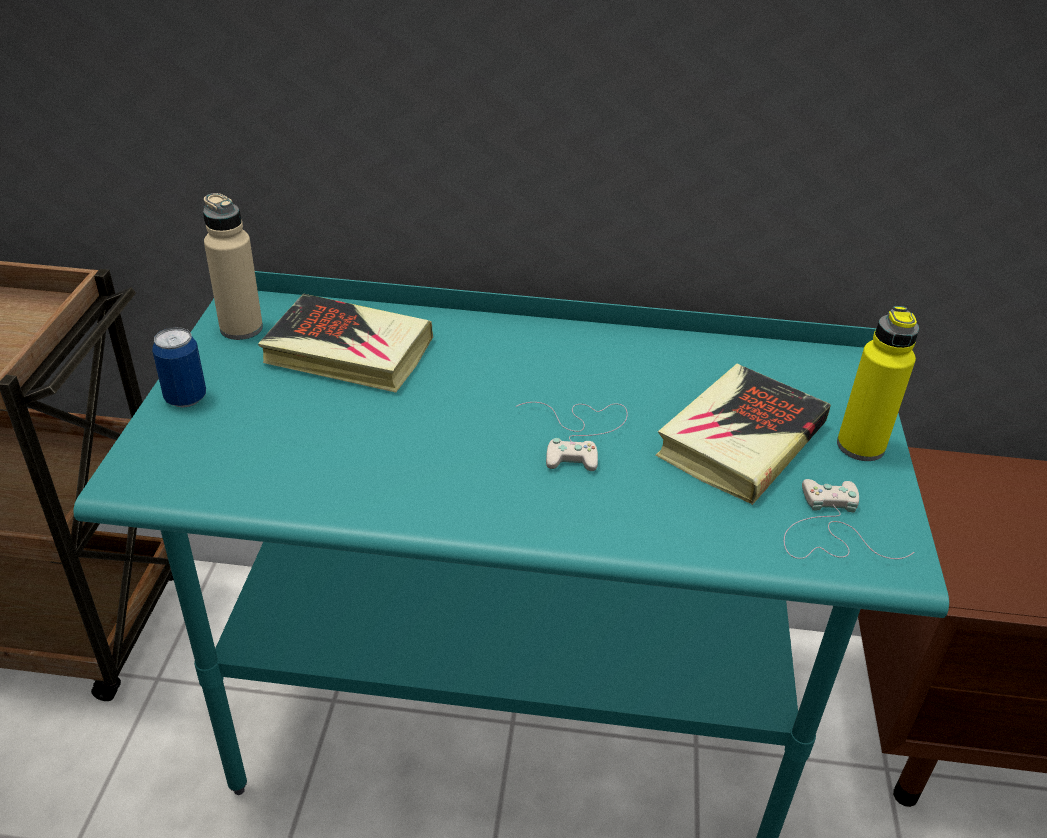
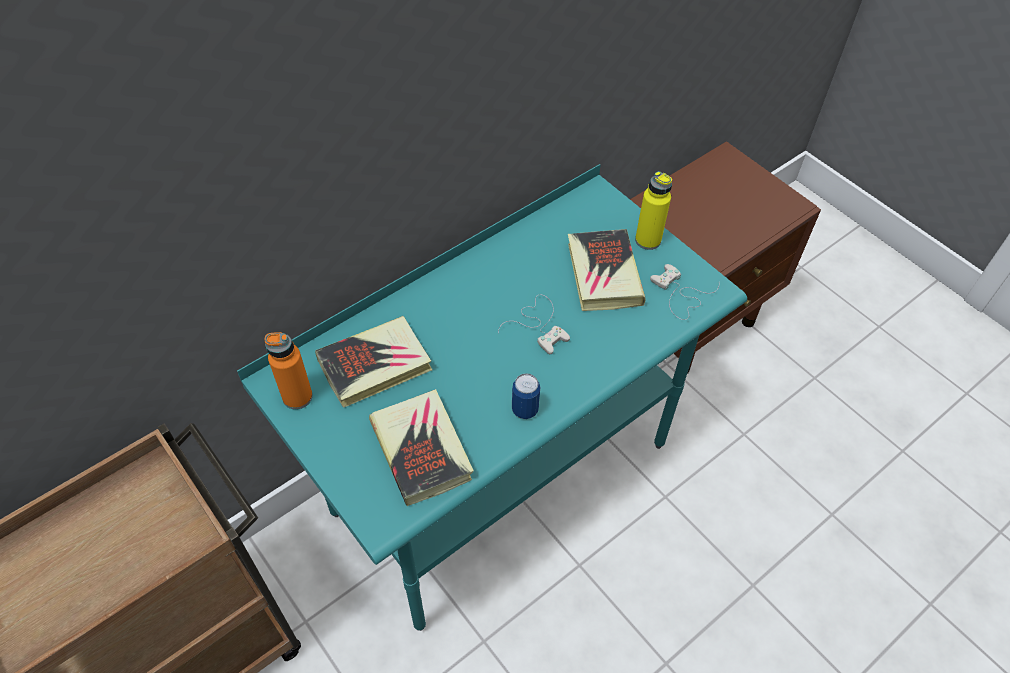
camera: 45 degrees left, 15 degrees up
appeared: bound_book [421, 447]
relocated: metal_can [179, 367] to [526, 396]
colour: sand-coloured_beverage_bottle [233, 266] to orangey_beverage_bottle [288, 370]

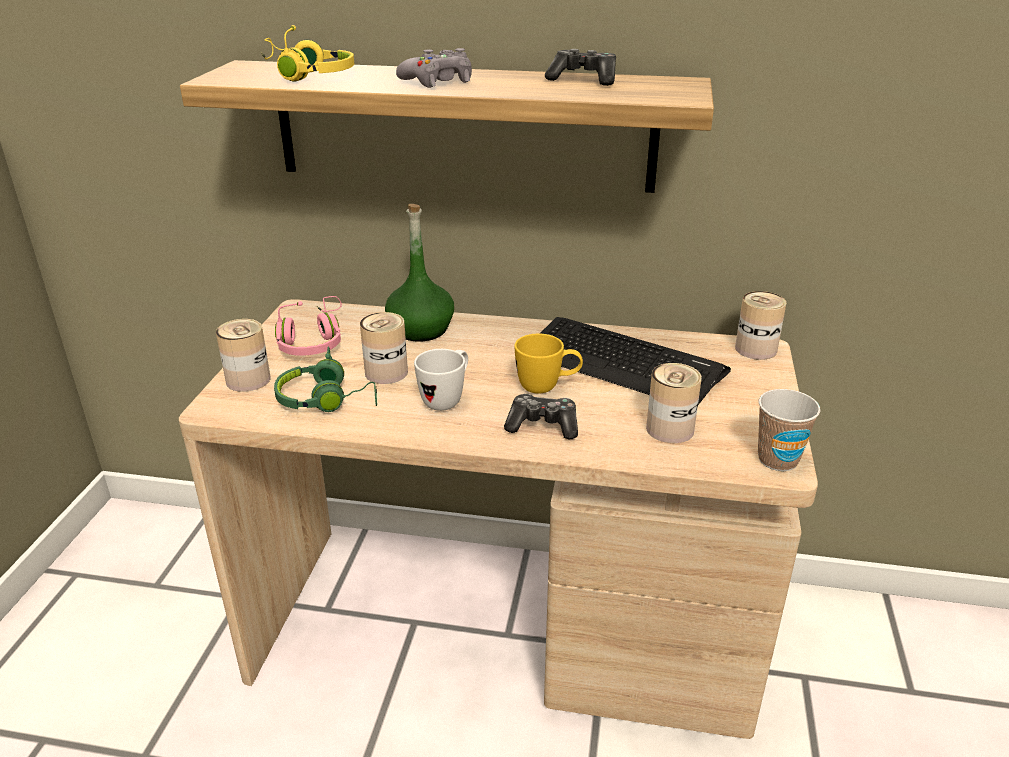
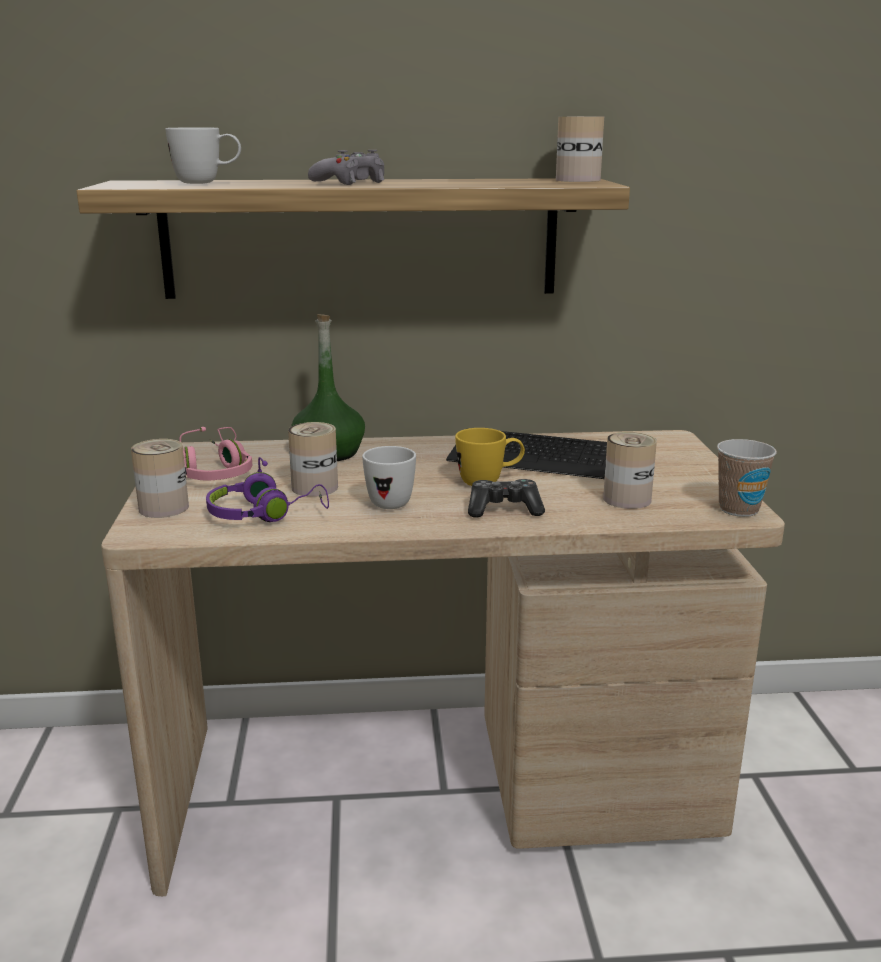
camera: 15 degrees left, 10 degrees down
missing: game_controller [580, 67]
relocated: metal_can [760, 325] to [580, 149]
exchanged: yellow_pair_of_headphones [307, 53] to whitish_mug [203, 155]
colour: greenish_pair_of_headphones [325, 379] to purple_pair_of_headphones [267, 489]

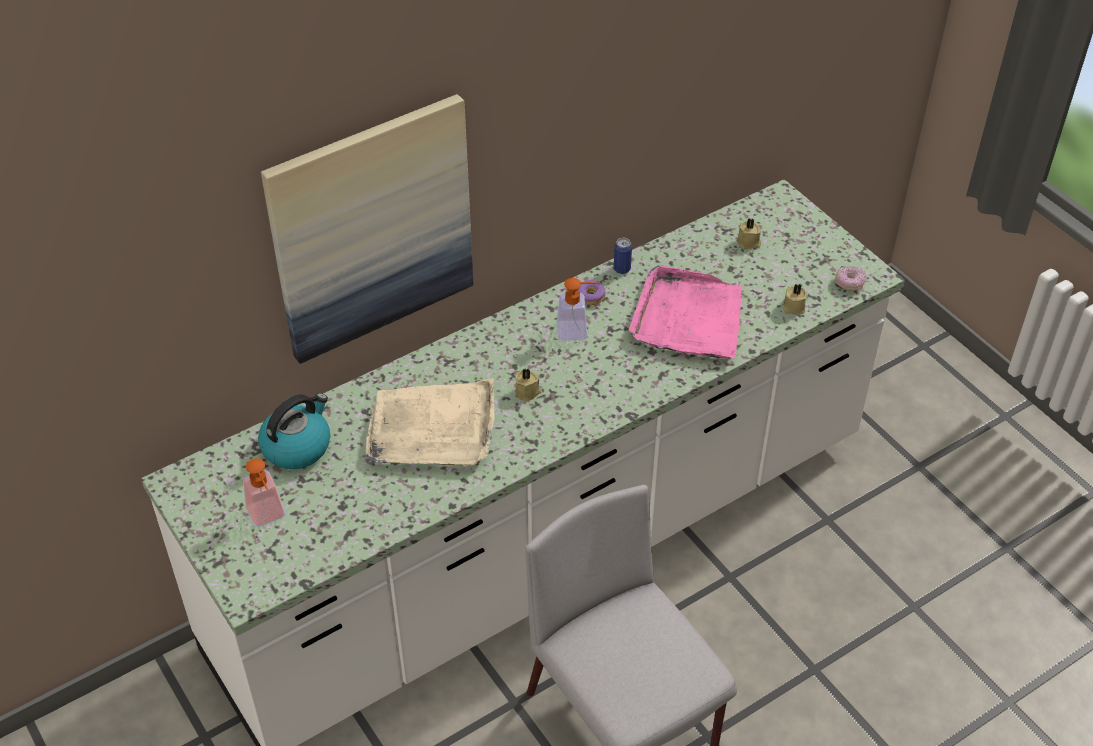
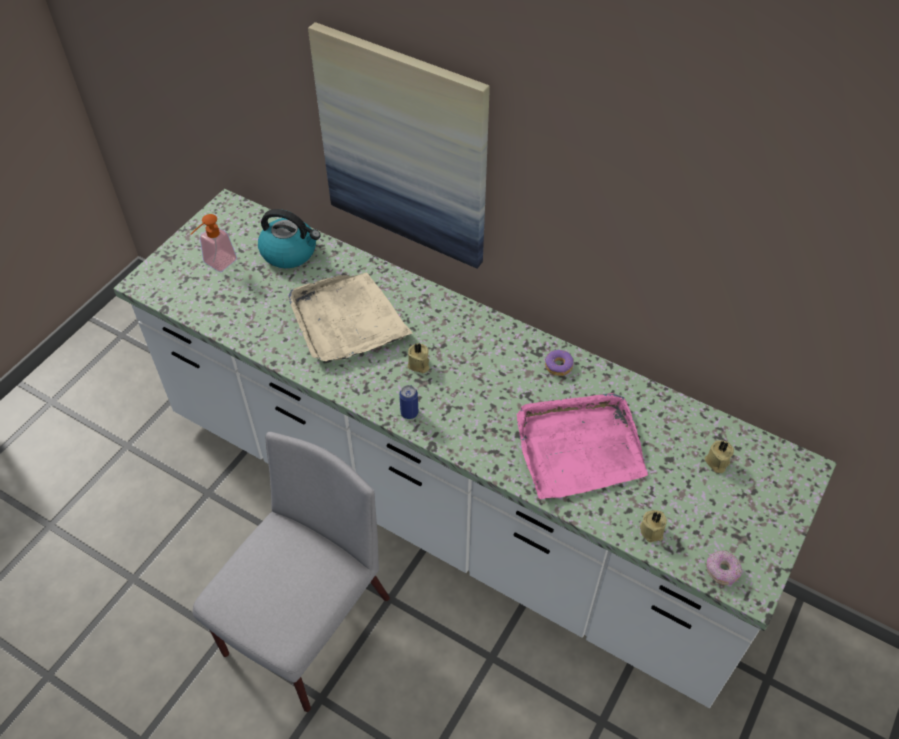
camera: 65 degrees right, 5 degrees up
missing: soap_dispenser [579, 309]
relocated: metal_can [623, 256] to [408, 402]

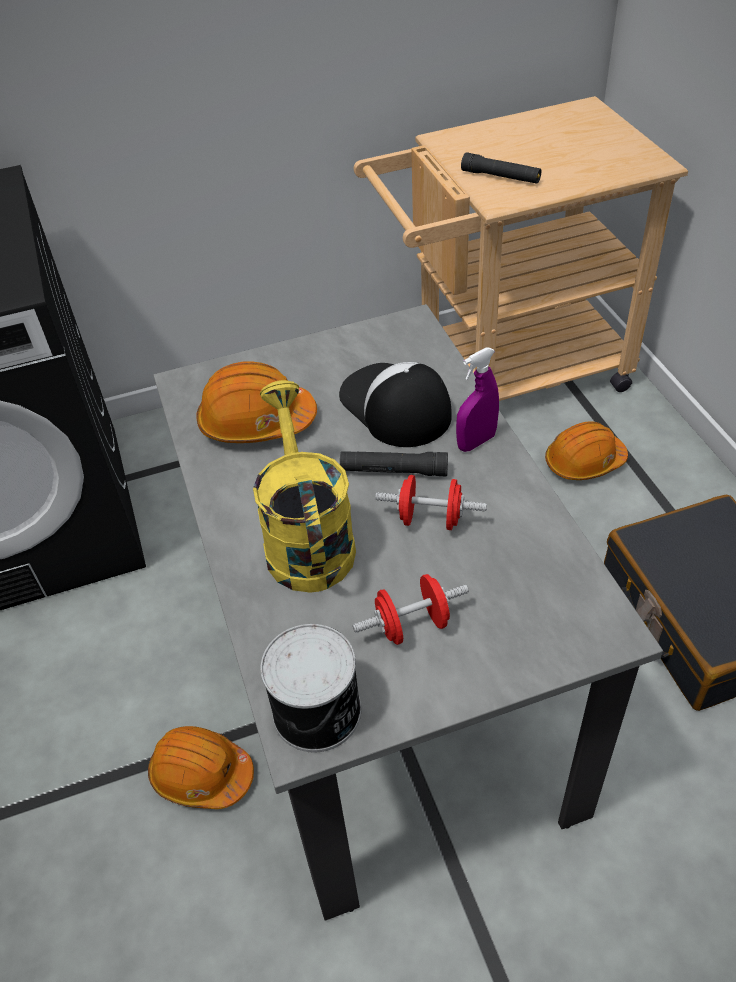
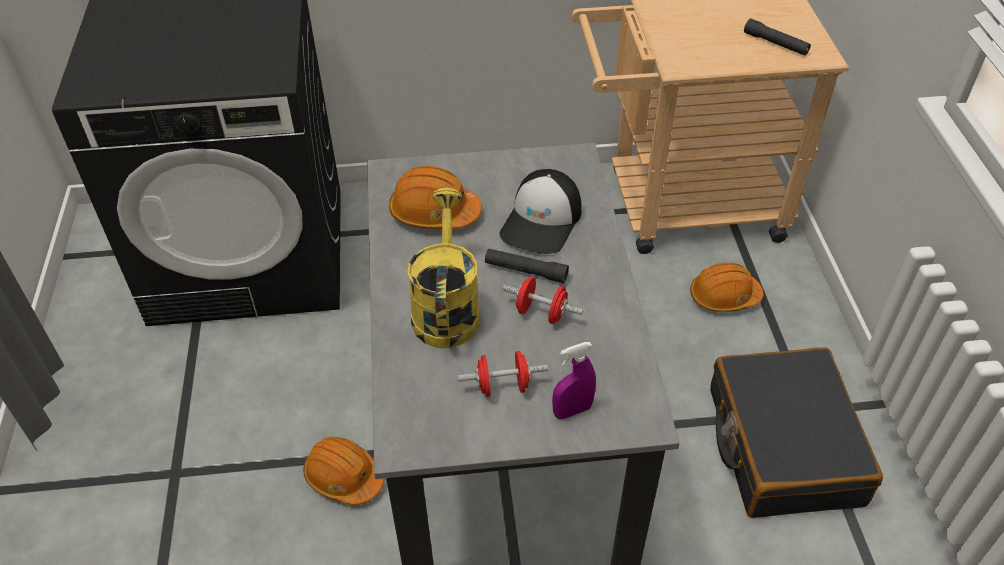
camera: 10 degrees right, 0 degrees up
missing: metal_can [310, 688]
relocated: blackish_torch [501, 168] to [777, 36]; purple_spray_bottle [477, 399] to [574, 380]
spun: cap [395, 404] = [541, 211] 135 degrees counterclockwise

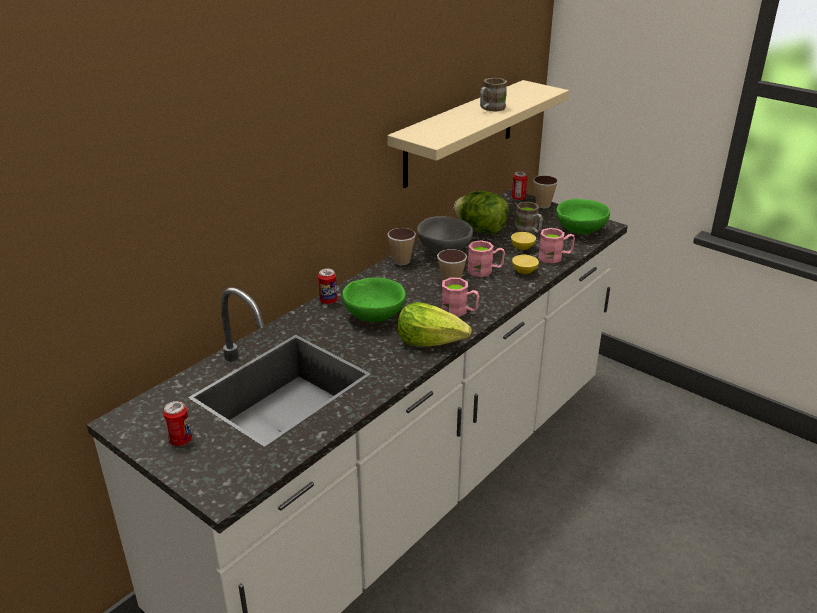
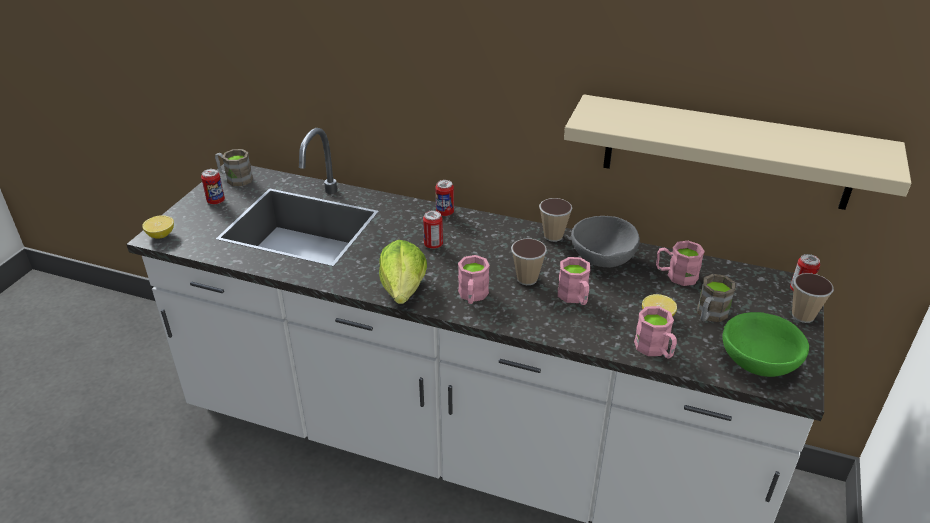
camera: 70 degrees right, 5 degrees up
relocated: brownish_mug [493, 95] to [234, 167]; whole_lemon [525, 264] to [158, 227]
exchanged: head_of_lettuce [481, 212] to pink_mug [680, 263]; greenish_bowl [374, 299] to metal_can [433, 229]

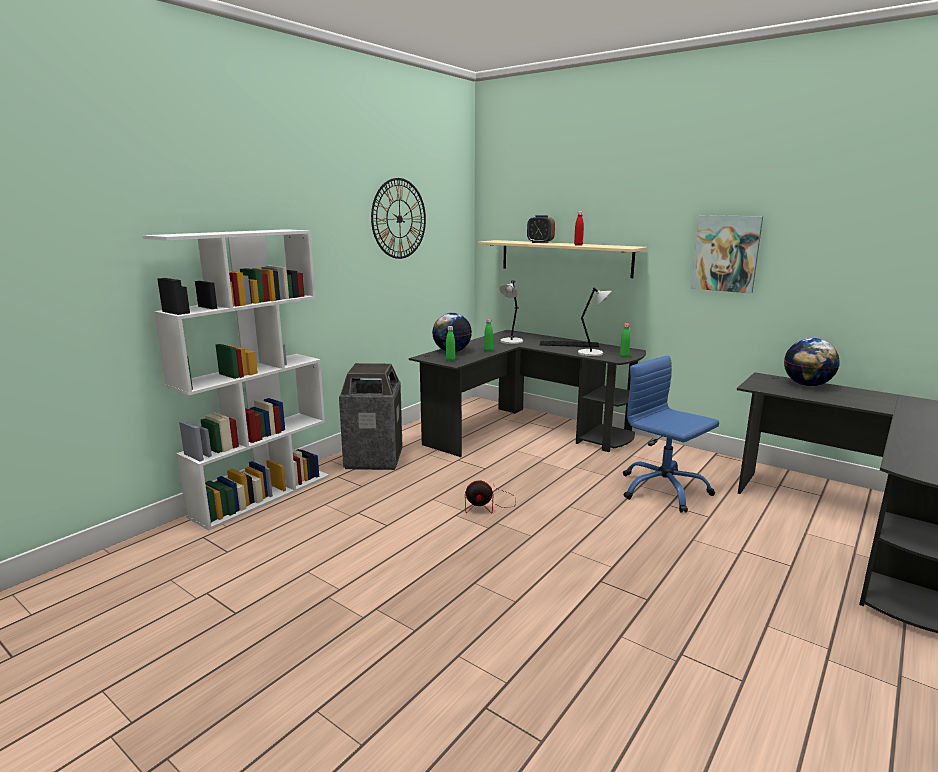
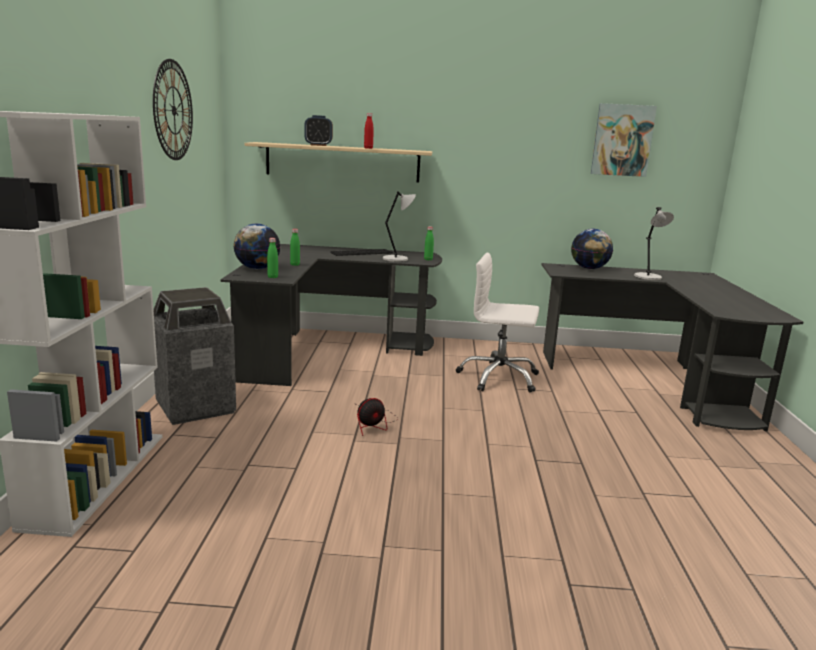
camera: 35 degrees left, 0 degrees up
relocated: wall_art [727, 254] to [624, 140]; greyish_tabletop_lamp [511, 312] to [654, 243]
colour: blue_desk_chair [671, 434] to whitish_desk_chair [497, 323]

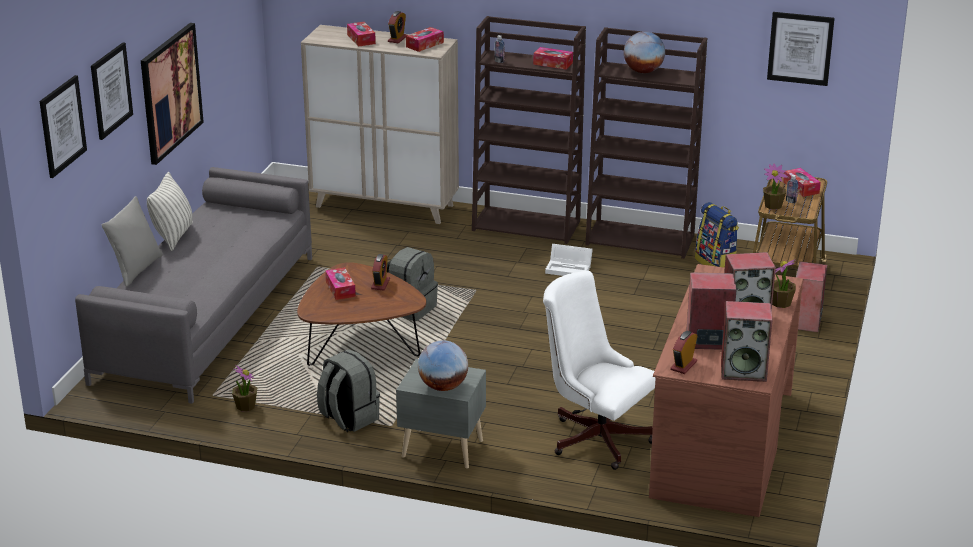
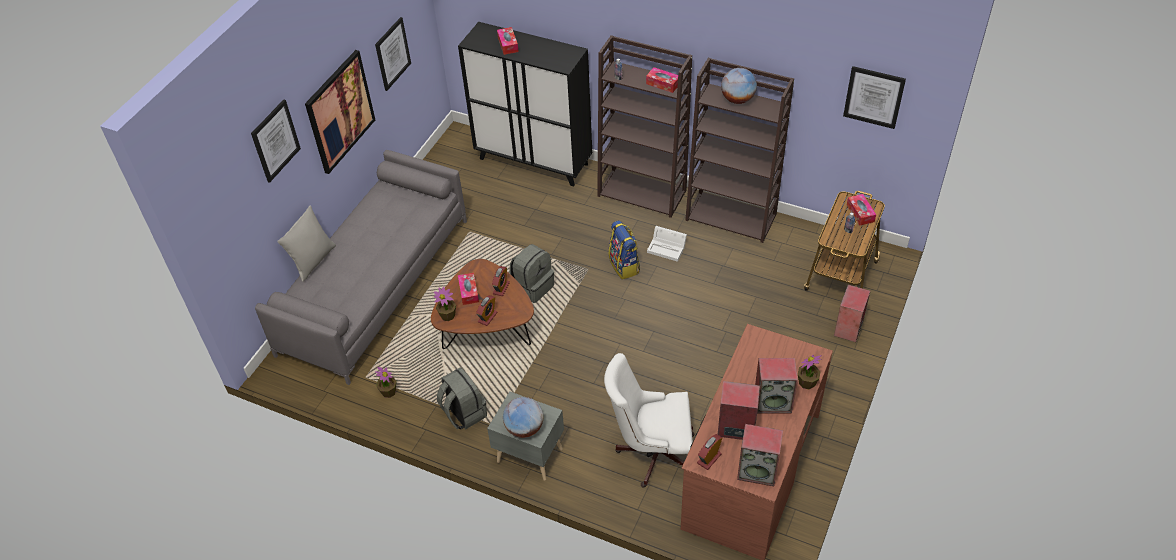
camera: 10 degrees right, 20 degrees up
missing: box_of_tissues [425, 39]; pillow [170, 211]
relocated: alarm_clock [397, 27] to [487, 310]; wall_art [63, 126] to [393, 54]; houseplant [775, 186] to [445, 304]; backpack [717, 235] to [624, 250]
colour: sand-coloured_storage_cabinet [380, 124] to blackish_storage_cabinet [525, 104]
spun: whitish_desk_chair [599, 370] = [649, 420] 45 degrees counterclockwise

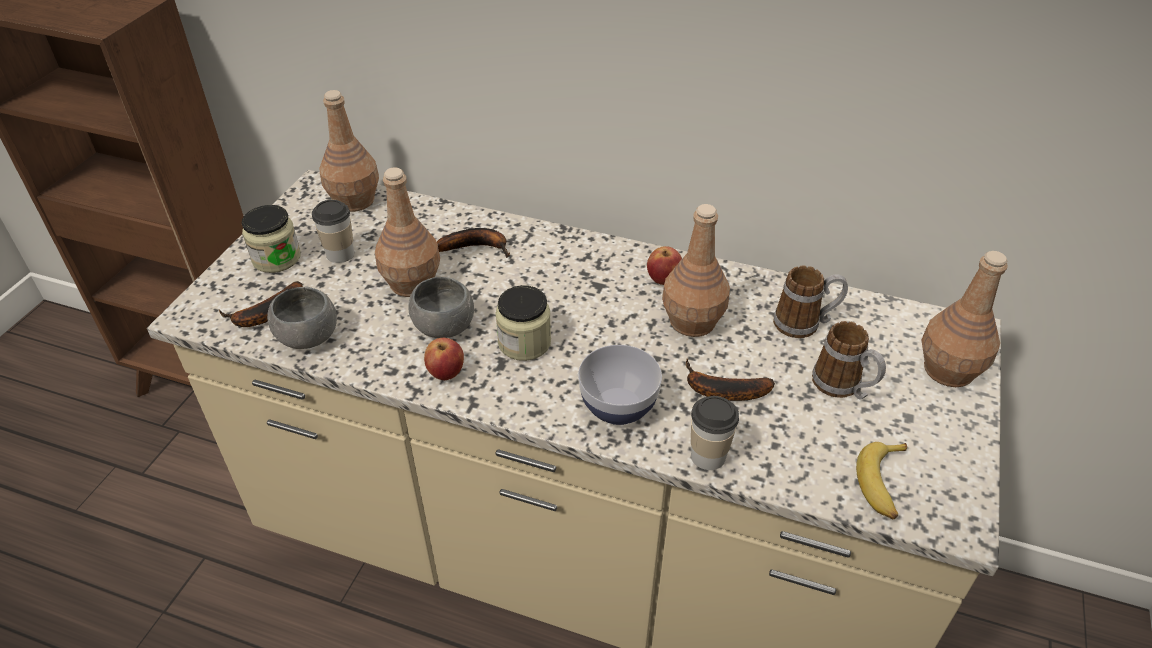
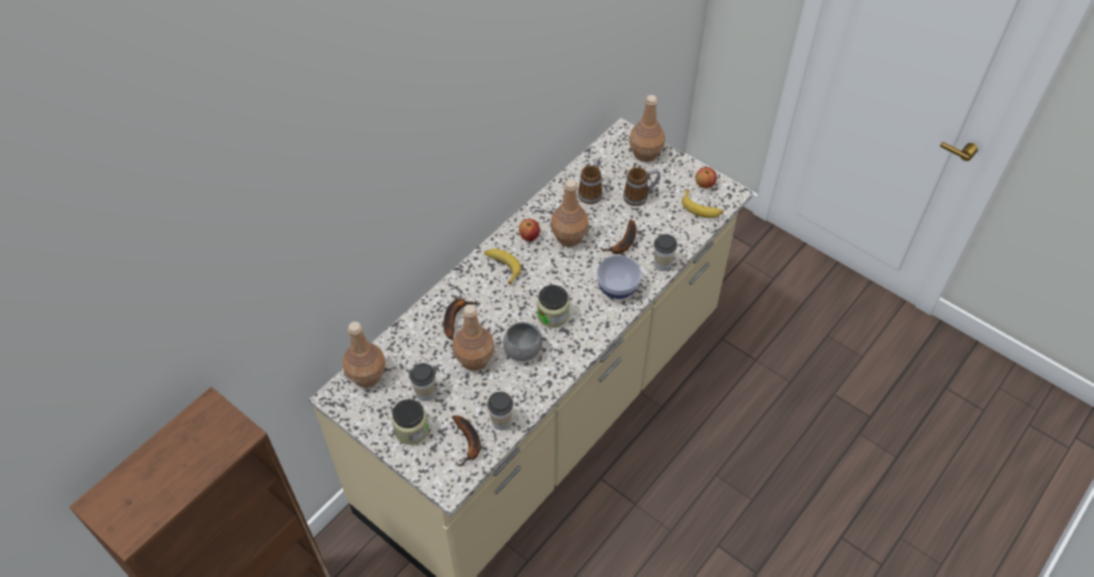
camera: 70 degrees left, 10 degrees up
appeared: whole_banana [502, 267]
relocated: apple_fruit [444, 359] to [706, 178]
exchanged: greyish_bowl [302, 318] to cup [500, 410]

